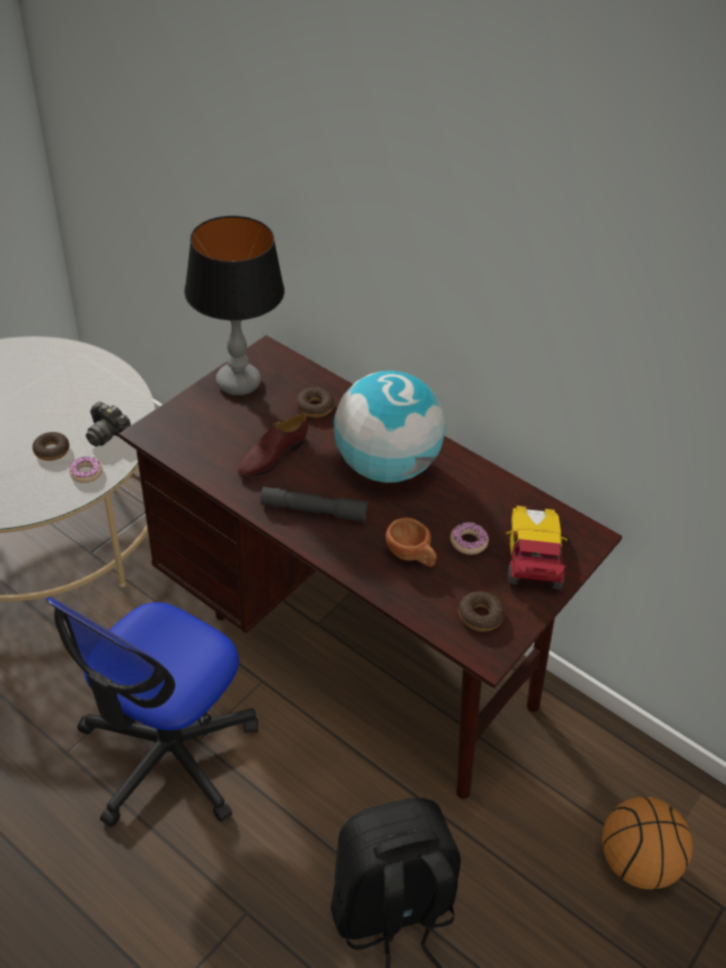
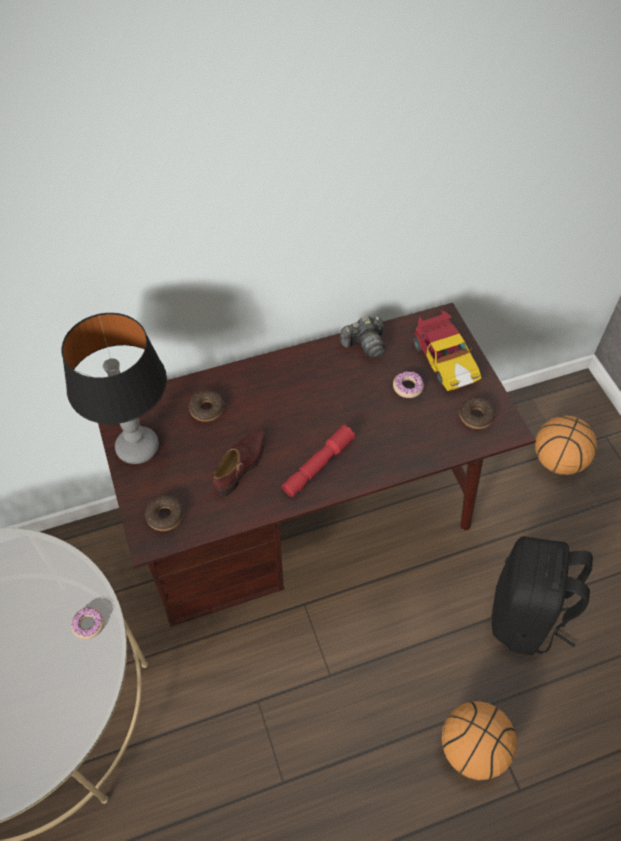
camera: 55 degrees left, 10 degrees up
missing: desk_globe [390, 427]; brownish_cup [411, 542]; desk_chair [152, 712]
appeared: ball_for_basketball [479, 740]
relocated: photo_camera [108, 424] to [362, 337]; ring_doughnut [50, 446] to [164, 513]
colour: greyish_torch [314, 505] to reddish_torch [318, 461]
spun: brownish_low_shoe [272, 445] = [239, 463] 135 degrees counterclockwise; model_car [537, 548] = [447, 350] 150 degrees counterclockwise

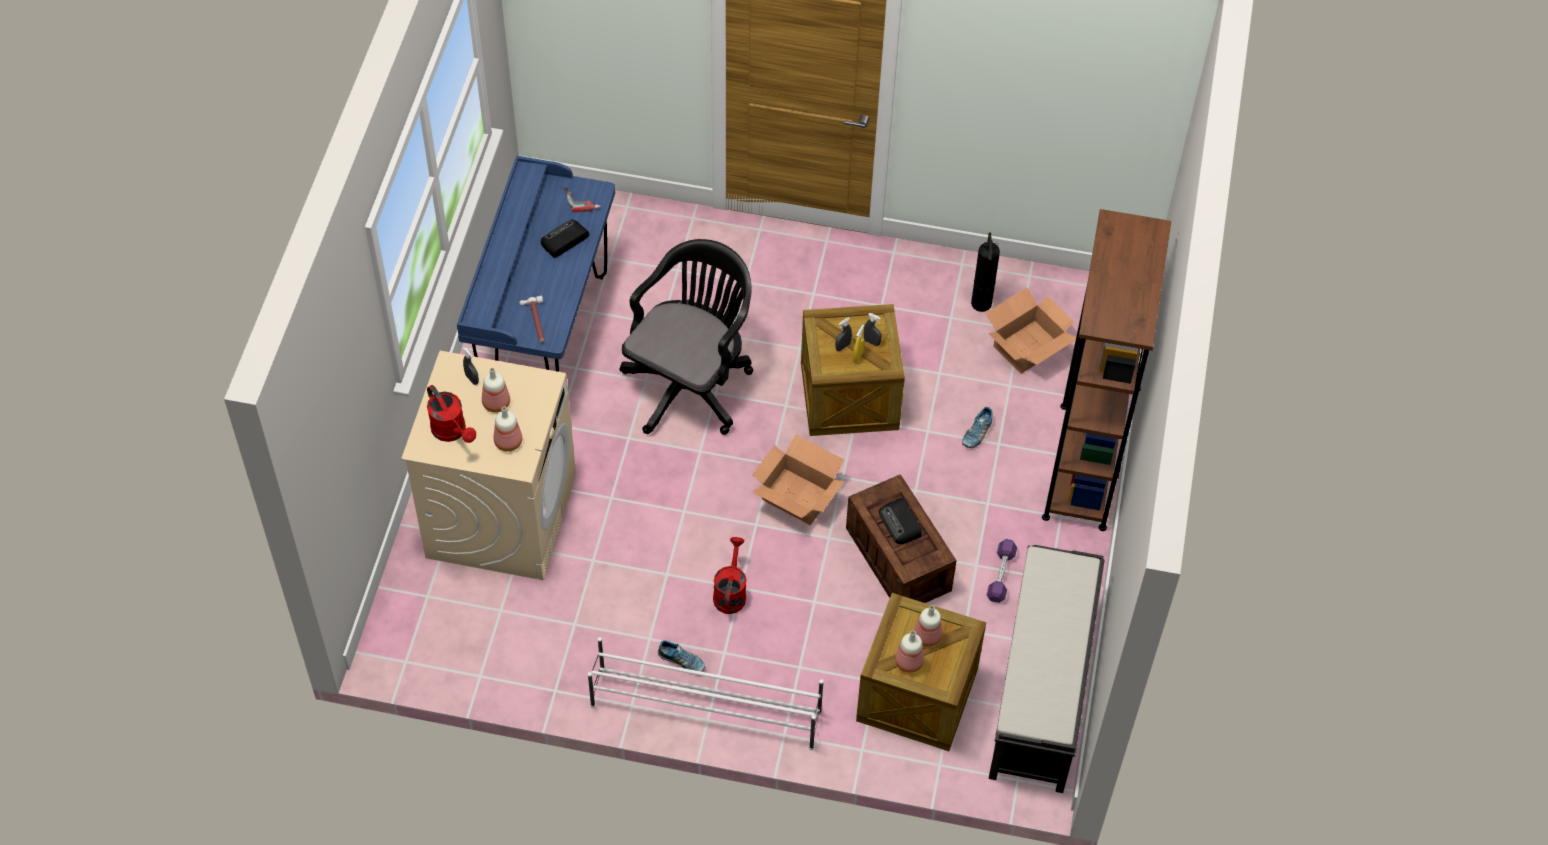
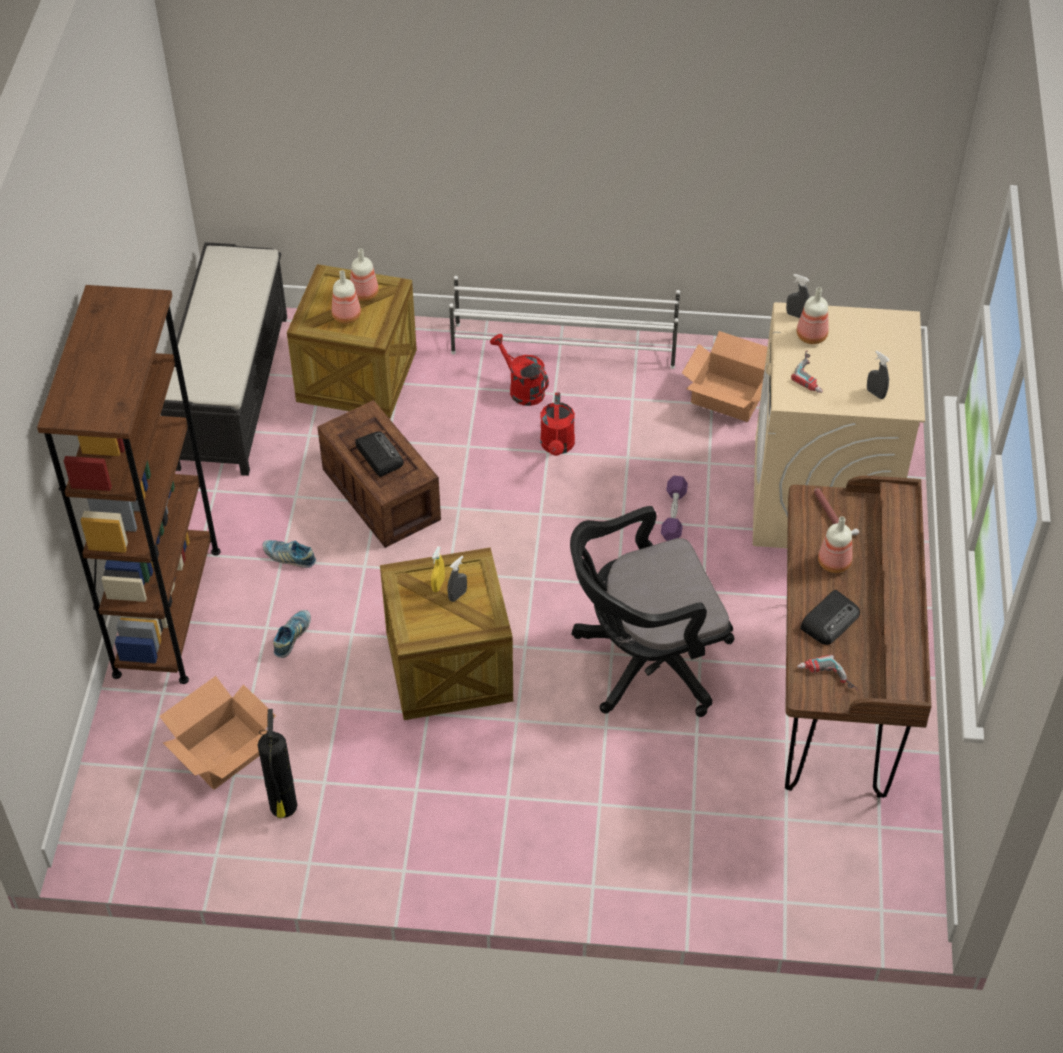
camera: 175 degrees right, 5 degrees down
appeared: drill [807, 371]
relocated: greyish_spray_bottle [872, 329] to [798, 296]; beverage_bottle [496, 390] to [835, 544]; reddish_sprinkling_can [451, 414] to [519, 370]; packing_box [798, 479] to [724, 376]; purple_dumbbell [1002, 571] to [674, 508]; low_shoe [681, 656] to [289, 554]
colour: blue_desk_table [536, 263] to brownish_desk_table [858, 636]
spun: blackish_desk_chair [686, 337] = [652, 611] 45 degrees clockwise

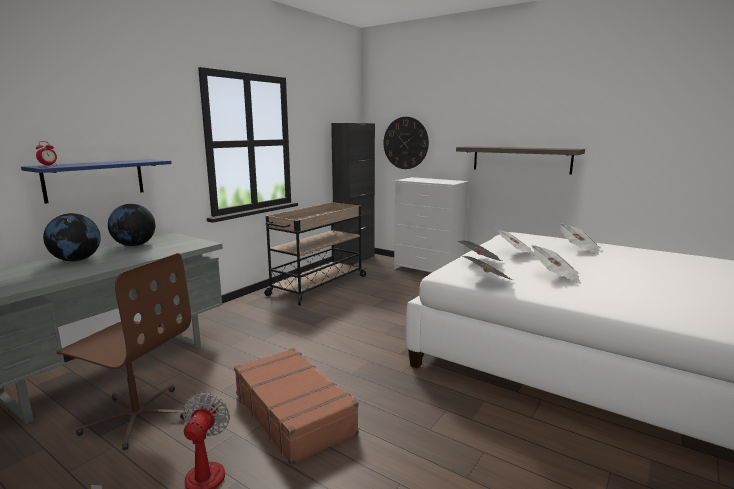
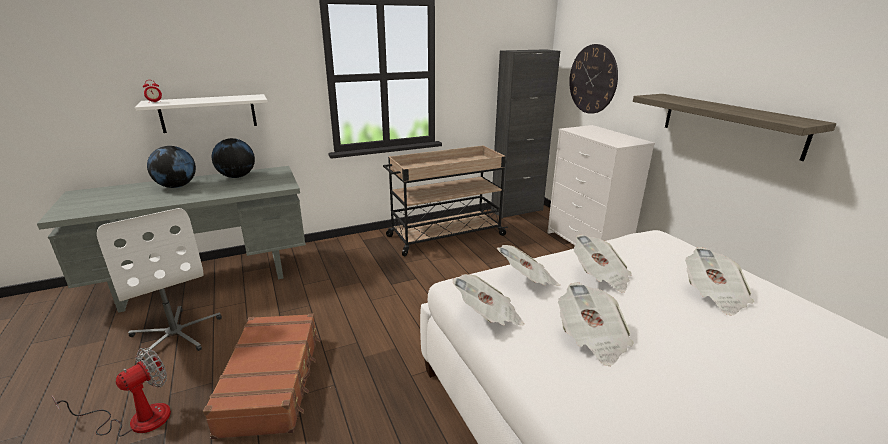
camera: 30 degrees right, 10 degrees up
colour: blue_bracket_shelf [96, 181] to whitish_bracket_shelf [201, 113]; brownish_desk_chair [123, 351] to whitish_desk_chair [159, 285]

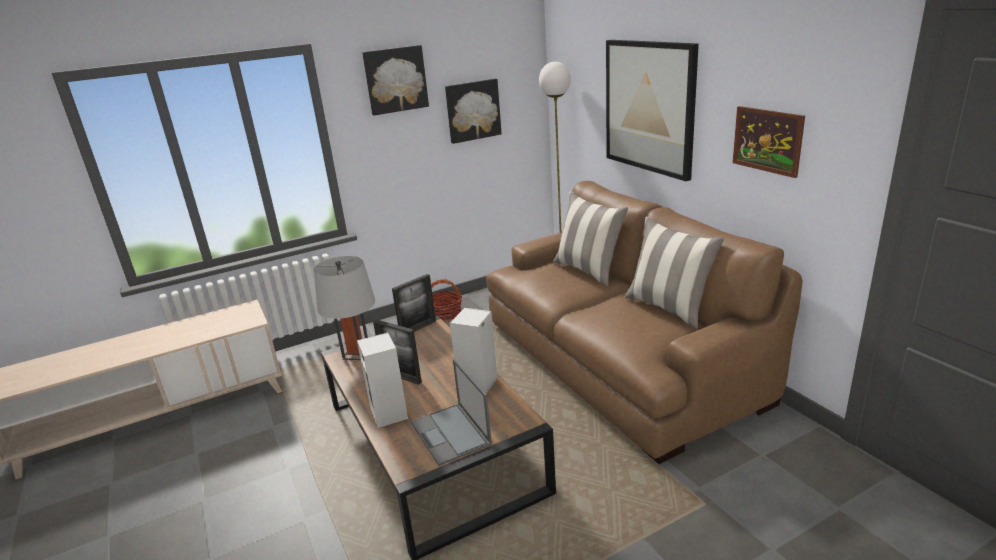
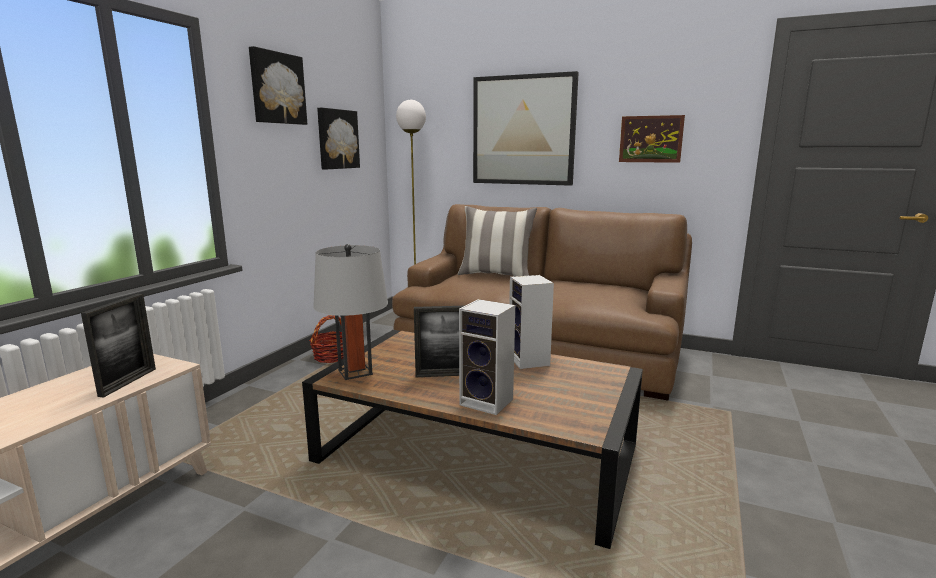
camera: 40 degrees left, 10 degrees down
missing: pillow [674, 273]; notebook_computer [451, 412]
relocated: picture_frame [414, 303] to [118, 345]

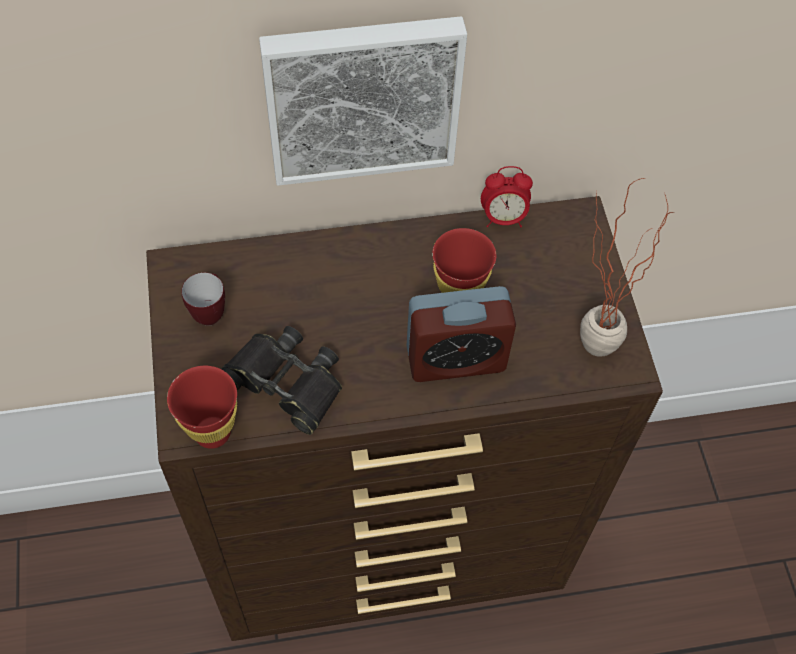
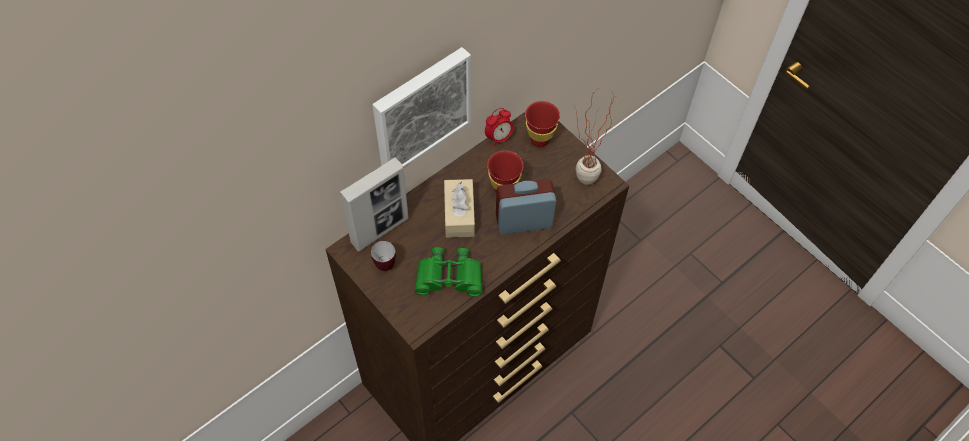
camera: 30 degrees left, 0 degrees up
appeared: picture_frame [374, 204]; sand-coloured_box_of_tissues [459, 208]
relocated: reddish_cup [202, 407] to [542, 124]
colour: blackish_field_glasses [281, 380] to greenish_field_glasses [448, 272]
spun: alarm_clock [461, 334] = [526, 207] 150 degrees counterclockwise

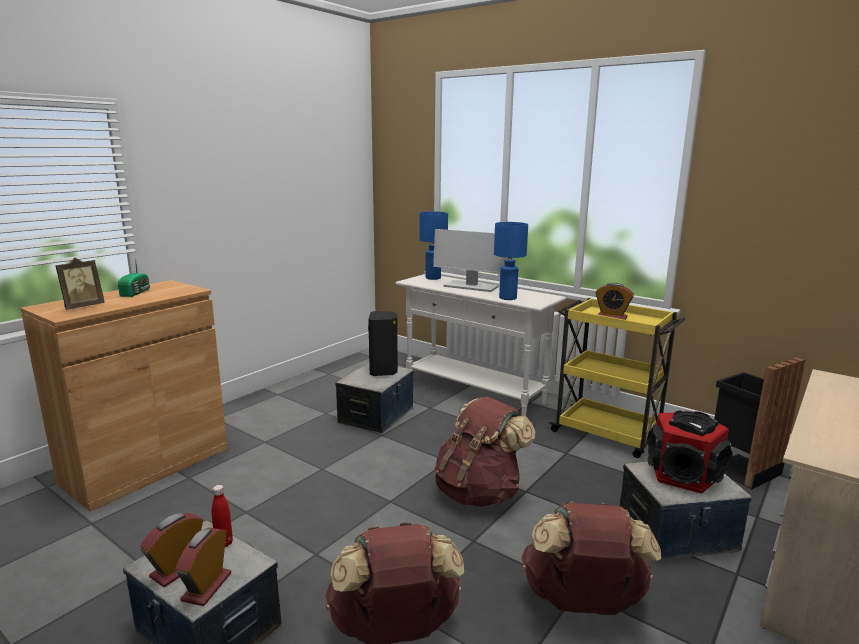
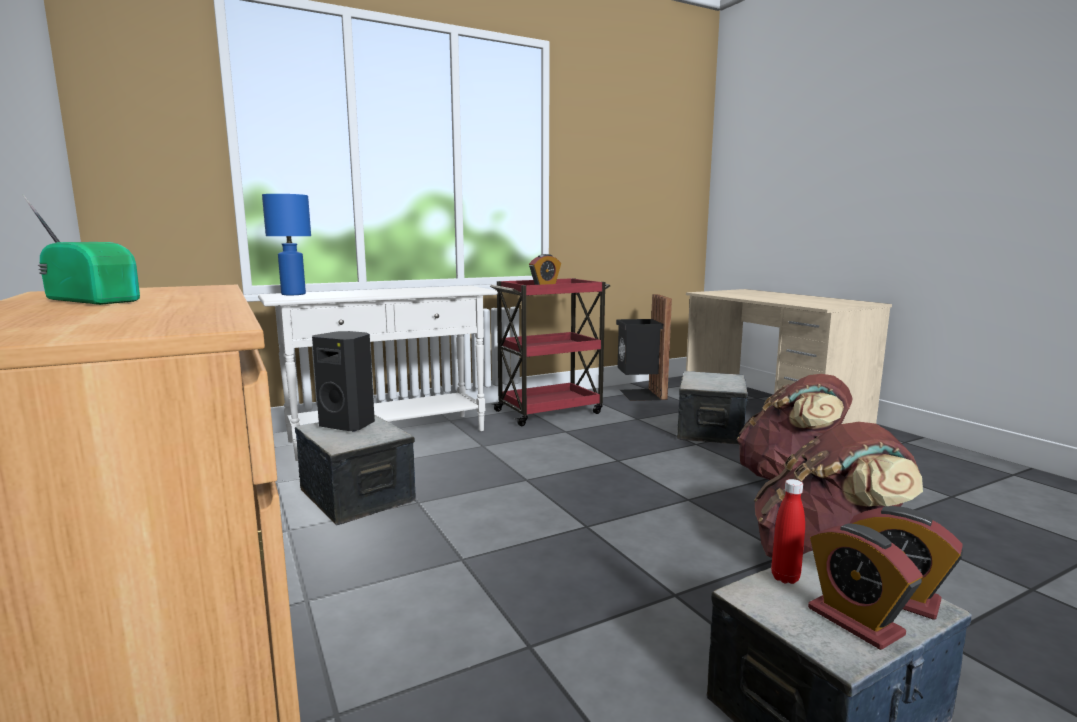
camera: 65 degrees left, 5 degrees down
missing: blue_tabletop_lamp [511, 261]; computer_screen [470, 260]; picture_frame [80, 284]; brownish_backpack [485, 452]; speaker [690, 451]
colour: yellow_wheeled_cart [617, 378] to reddish_wheeled_cart [550, 352]

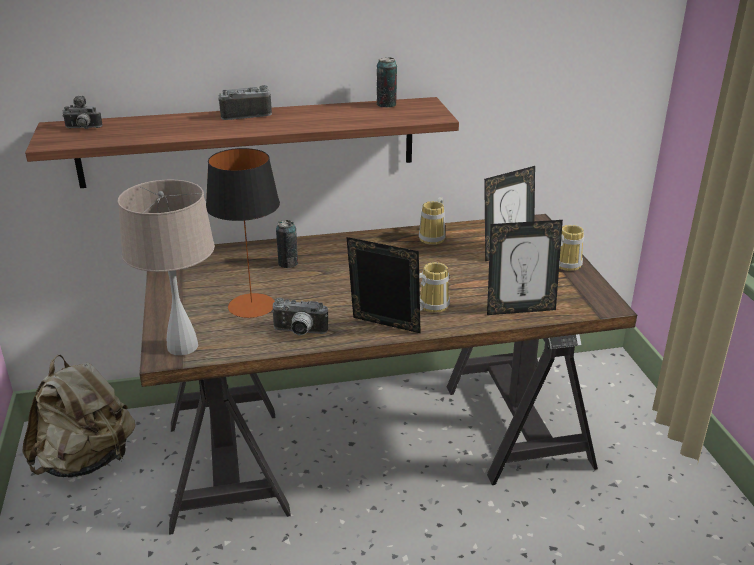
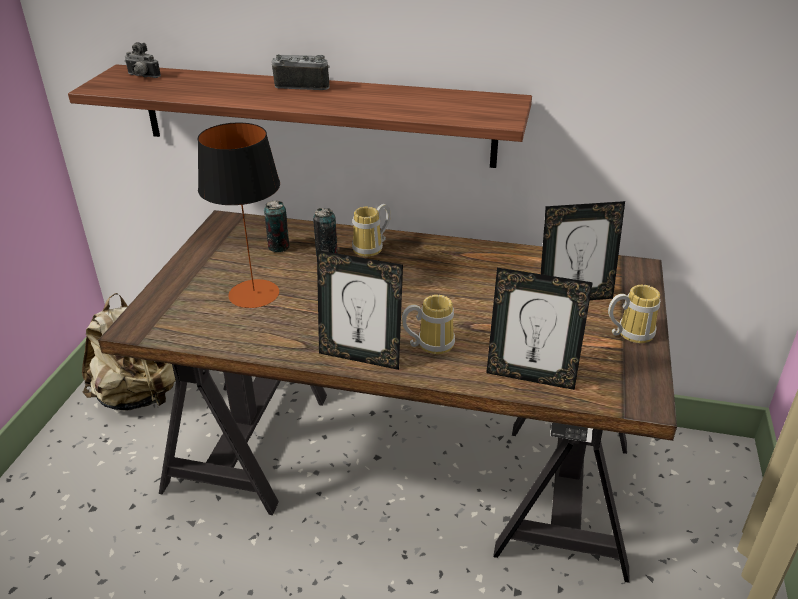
camera: 25 degrees right, 5 degrees up
missing: sand-coloured_tabletop_lamp [166, 267]; photo_camera [299, 316]
relocated: metal_can [386, 82] to [277, 226]; mug [432, 221] to [371, 230]
spun: picture_frame [384, 285] = [360, 310] 150 degrees clockwise

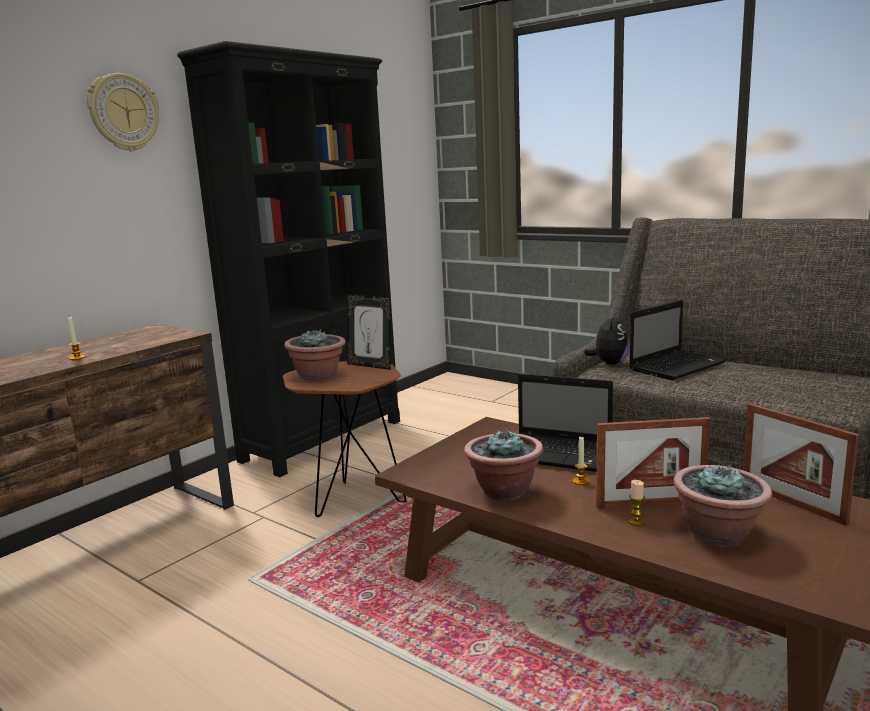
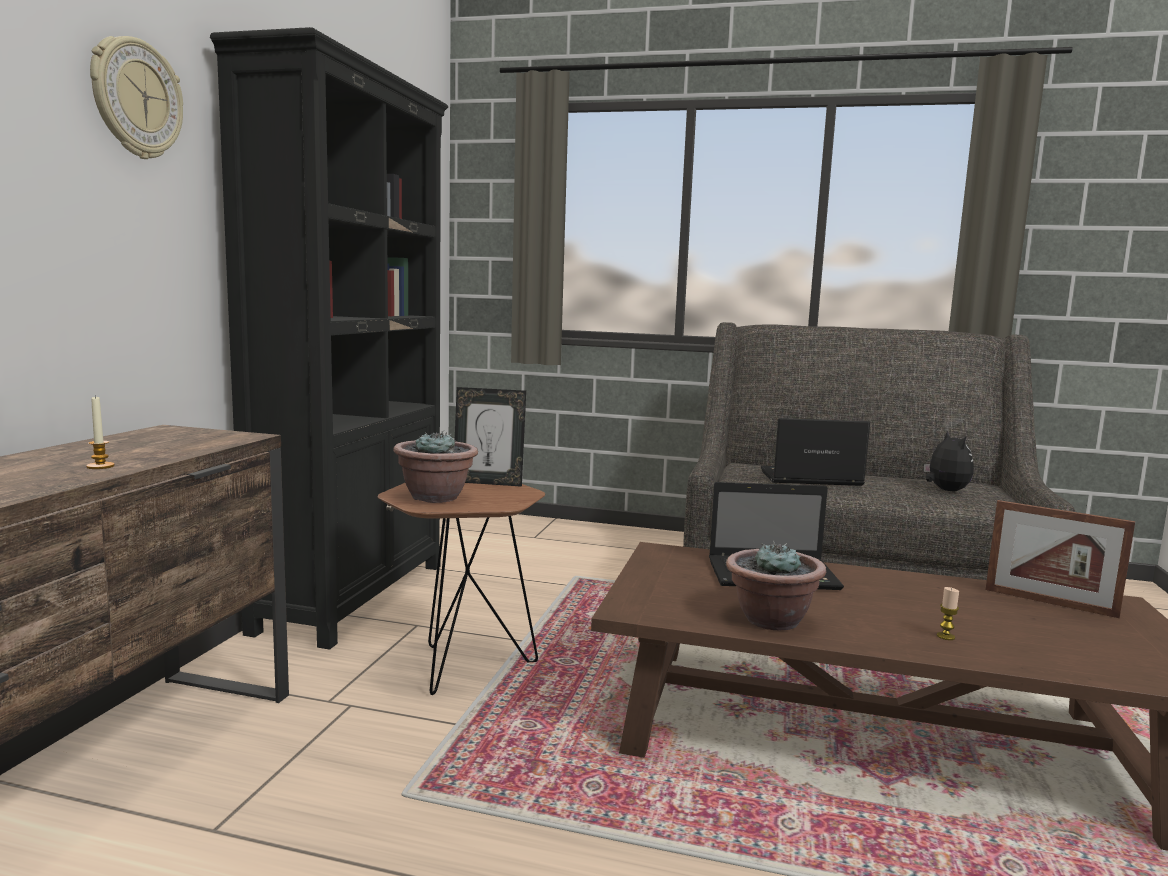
camera: 25 degrees left, 5 degrees down
missing: picture_frame [653, 463]; candle [581, 460]; houseplant [723, 505]
relocated: plush_toy [607, 338] to [949, 460]
spun: notebook_computer [677, 340] = [815, 452] 120 degrees counterclockwise

